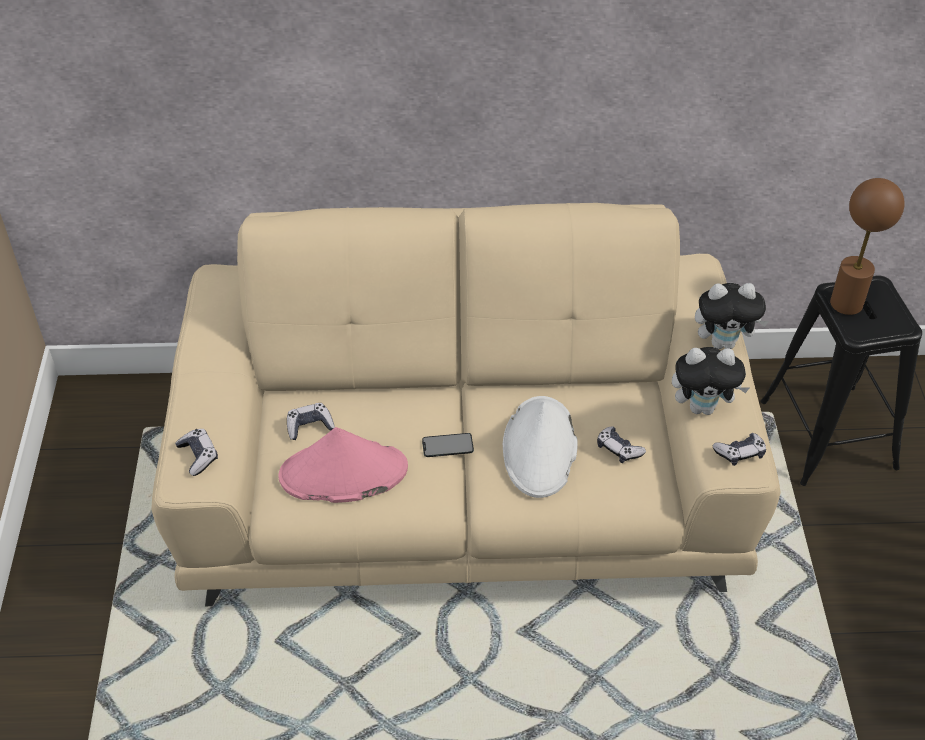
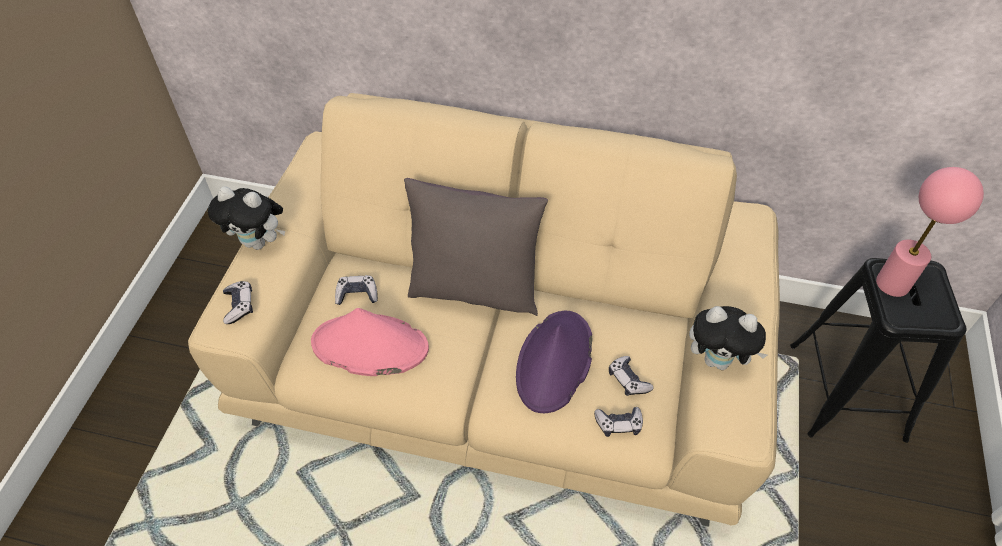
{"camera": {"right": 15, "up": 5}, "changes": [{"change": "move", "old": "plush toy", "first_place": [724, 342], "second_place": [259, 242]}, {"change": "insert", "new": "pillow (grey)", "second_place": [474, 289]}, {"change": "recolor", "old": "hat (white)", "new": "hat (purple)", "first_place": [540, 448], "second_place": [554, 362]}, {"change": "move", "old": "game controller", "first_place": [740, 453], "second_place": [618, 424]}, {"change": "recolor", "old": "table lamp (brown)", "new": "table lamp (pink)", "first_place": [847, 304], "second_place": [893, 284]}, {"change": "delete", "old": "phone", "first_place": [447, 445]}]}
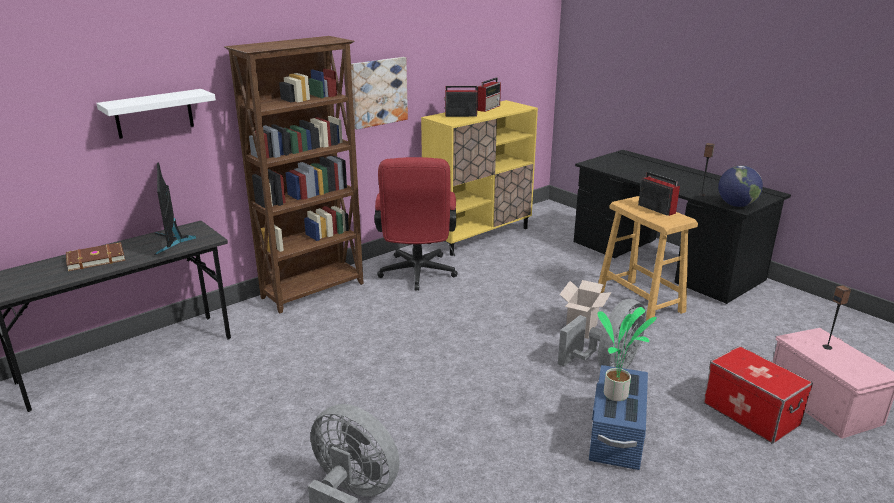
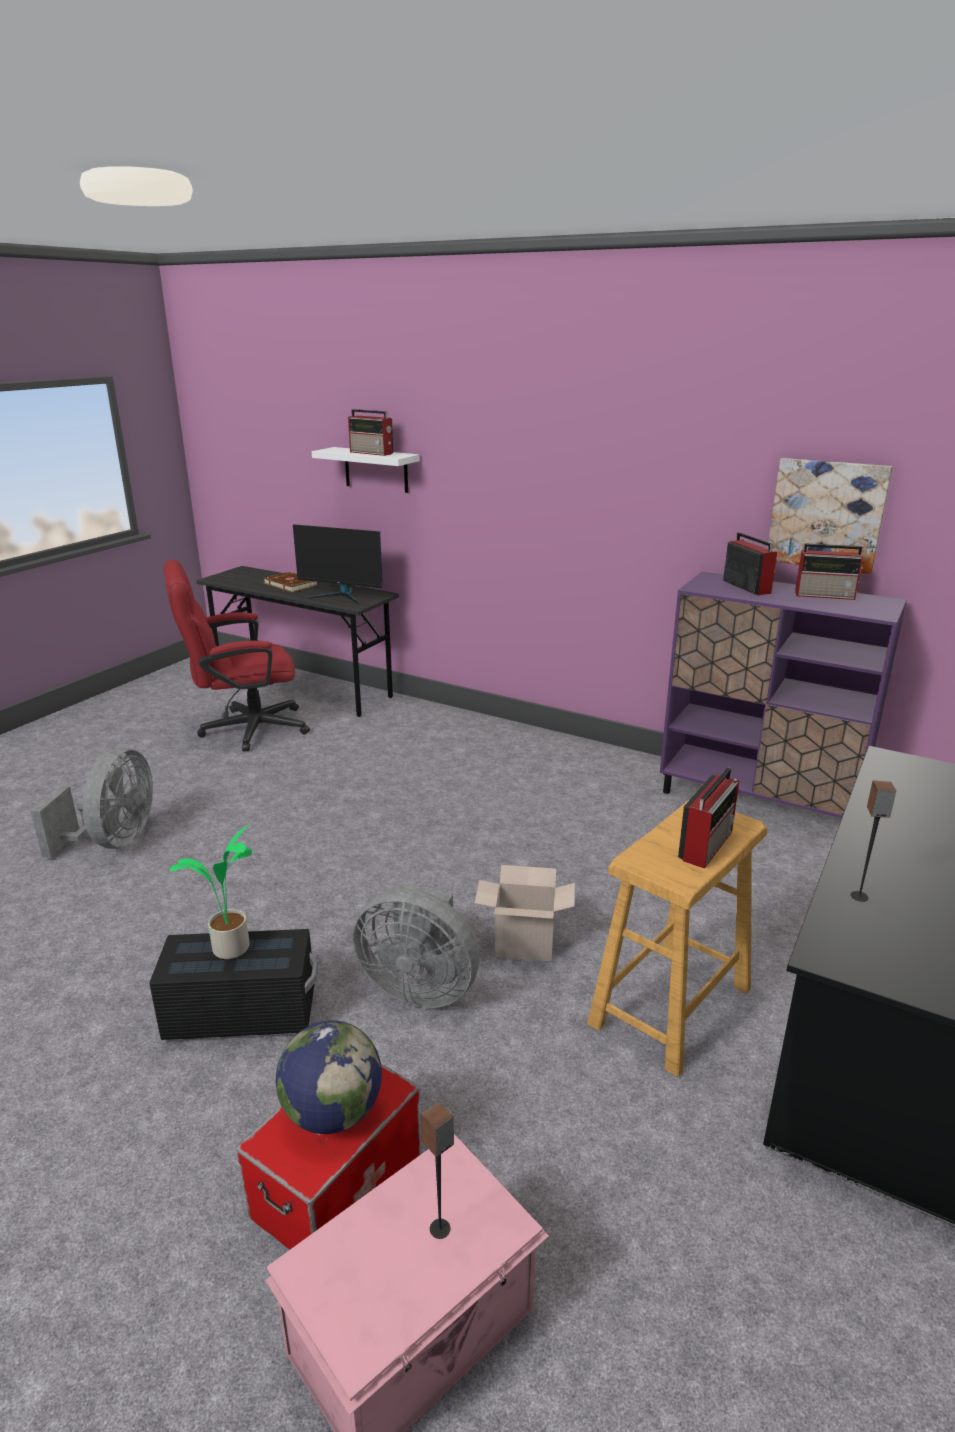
{"camera": {"right": 70, "up": 0}, "changes": [{"change": "recolor", "old": "storage box (blue)", "new": "storage box (black)", "first_place": [616, 436], "second_place": [240, 1013]}, {"change": "move", "old": "office chair (red)", "first_place": [417, 275], "second_place": [244, 729]}, {"change": "move", "old": "globe", "first_place": [736, 205], "second_place": [332, 1113]}, {"change": "rotate", "old": "monitor", "first_place": [172, 241], "second_place": [341, 596], "degrees": -120}, {"change": "insert", "new": "radio", "second_place": [372, 453]}, {"change": "recolor", "old": "cabinet (yellow)", "new": "cabinet (purple)", "first_place": [478, 235], "second_place": [759, 801]}, {"change": "move", "old": "picture", "first_place": [379, 92], "second_place": [826, 514]}, {"change": "delete", "old": "bookcase (brown)", "first_place": [314, 291]}]}
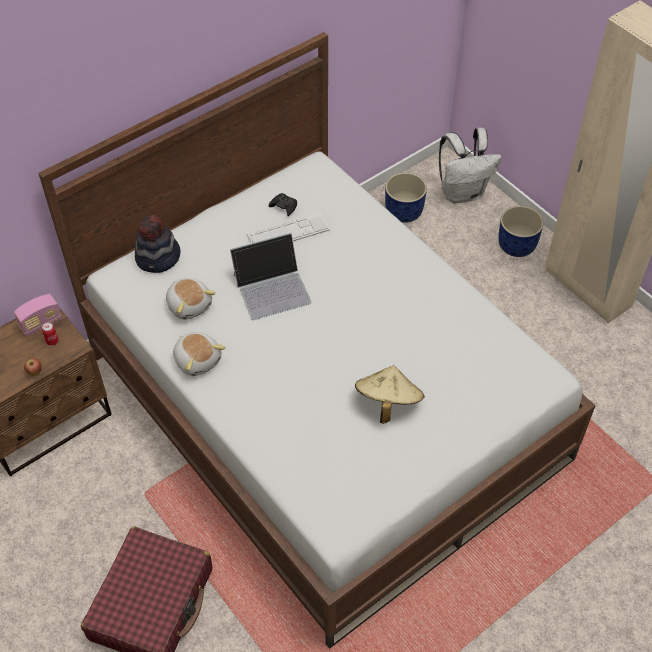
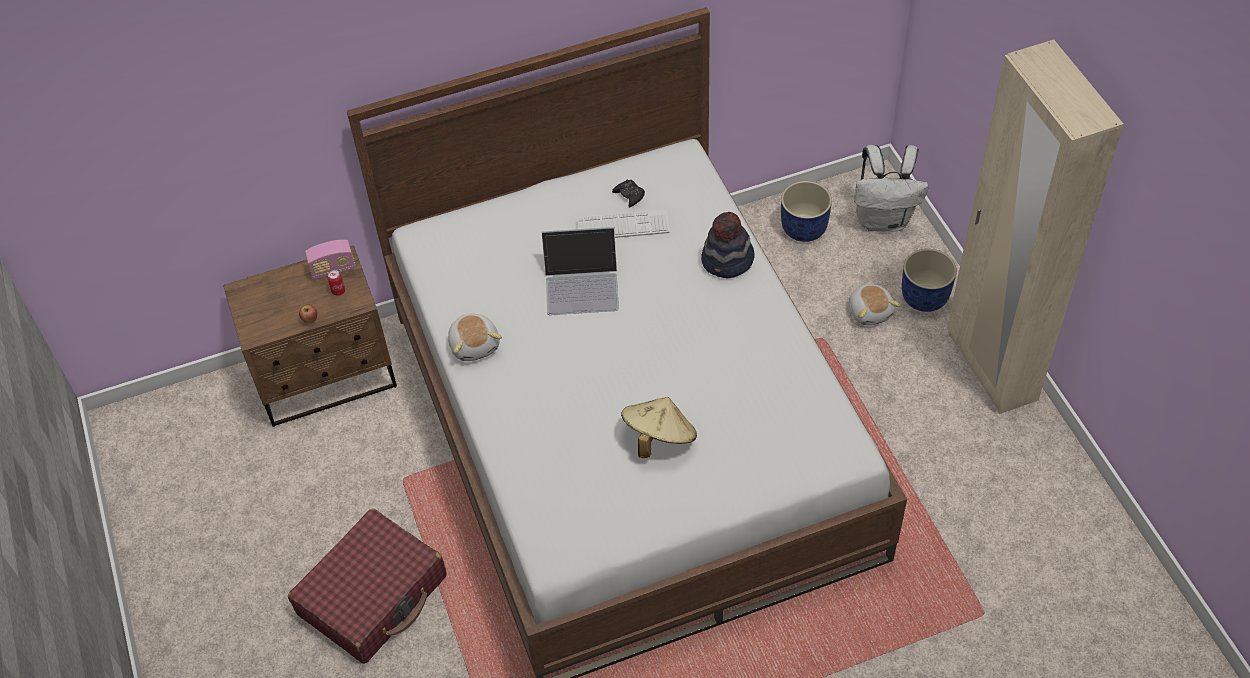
{"camera": {"right": 20, "up": 0}, "changes": [{"change": "move", "old": "hat", "first_place": [158, 258], "second_place": [727, 261]}, {"change": "move", "old": "plush toy", "first_place": [189, 305], "second_place": [870, 311]}]}
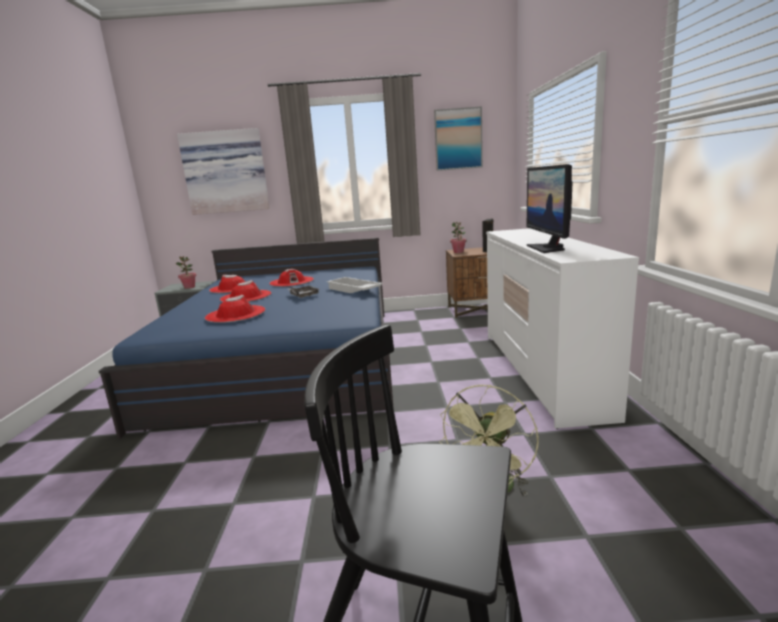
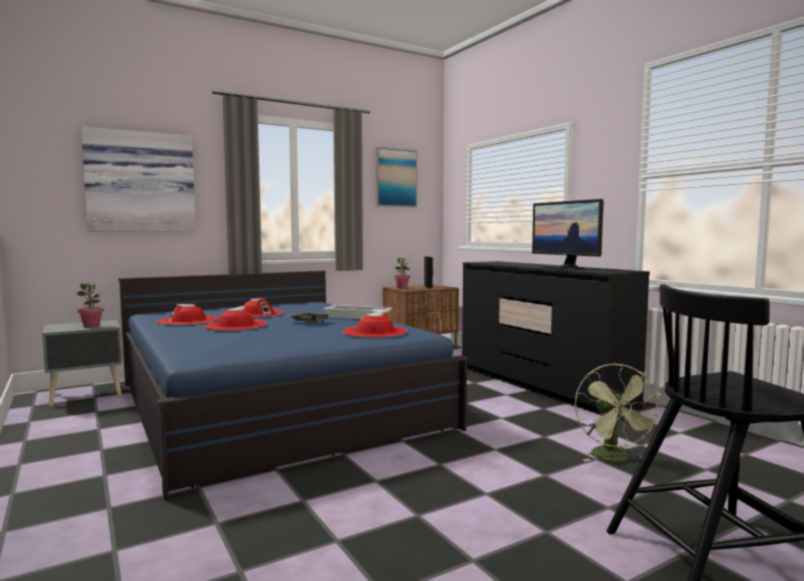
{"camera": {"right": -30, "up": -10}, "changes": [{"change": "move", "old": "hat (red)", "first_place": [235, 314], "second_place": [374, 332]}, {"change": "recolor", "old": "dresser (white)", "new": "dresser (black)", "first_place": [541, 372], "second_place": [541, 386]}]}
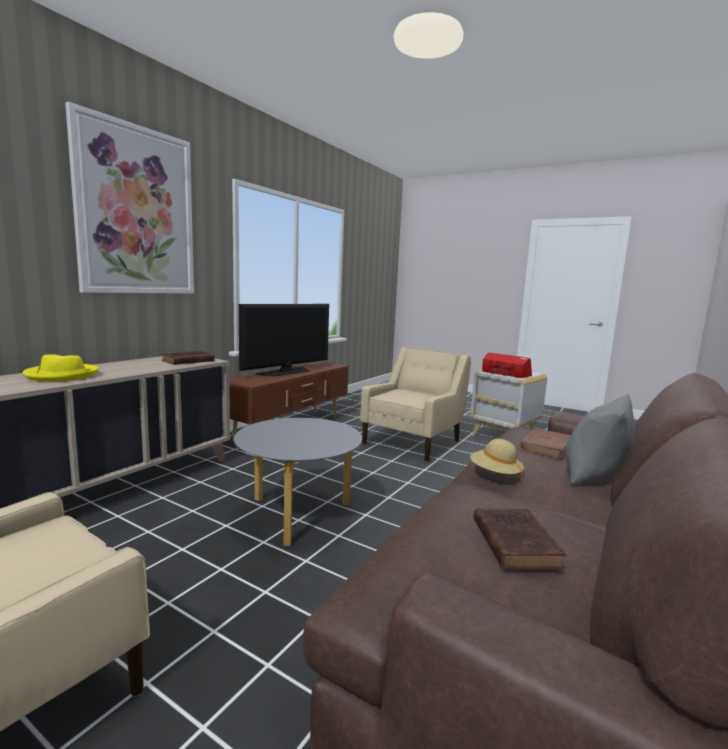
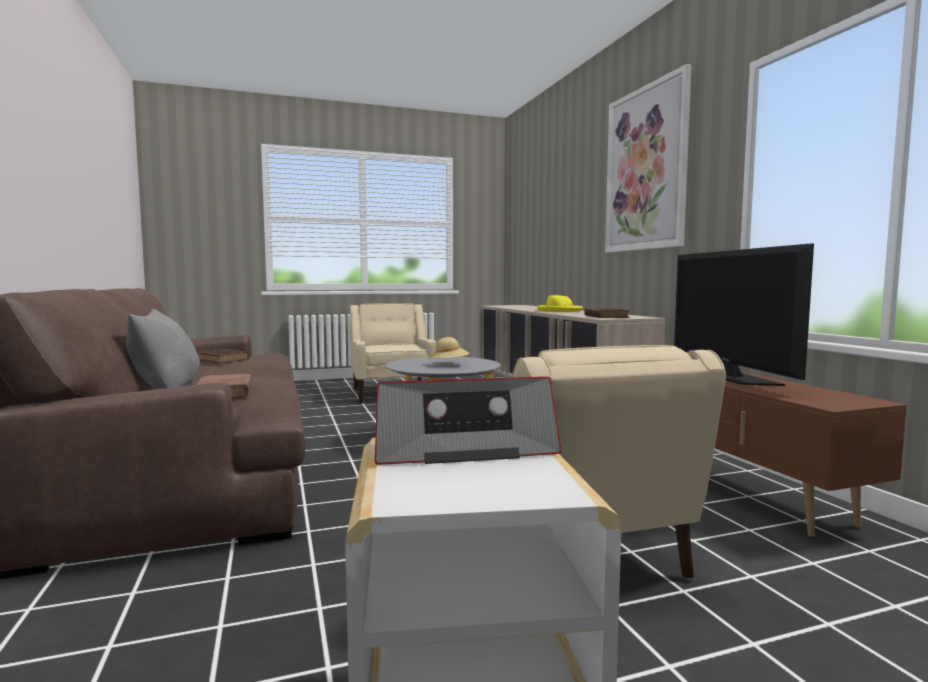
{"camera": {"right": 130, "up": -5}, "changes": [{"change": "move", "old": "hat (beige)", "first_place": [495, 474], "second_place": [449, 365]}]}
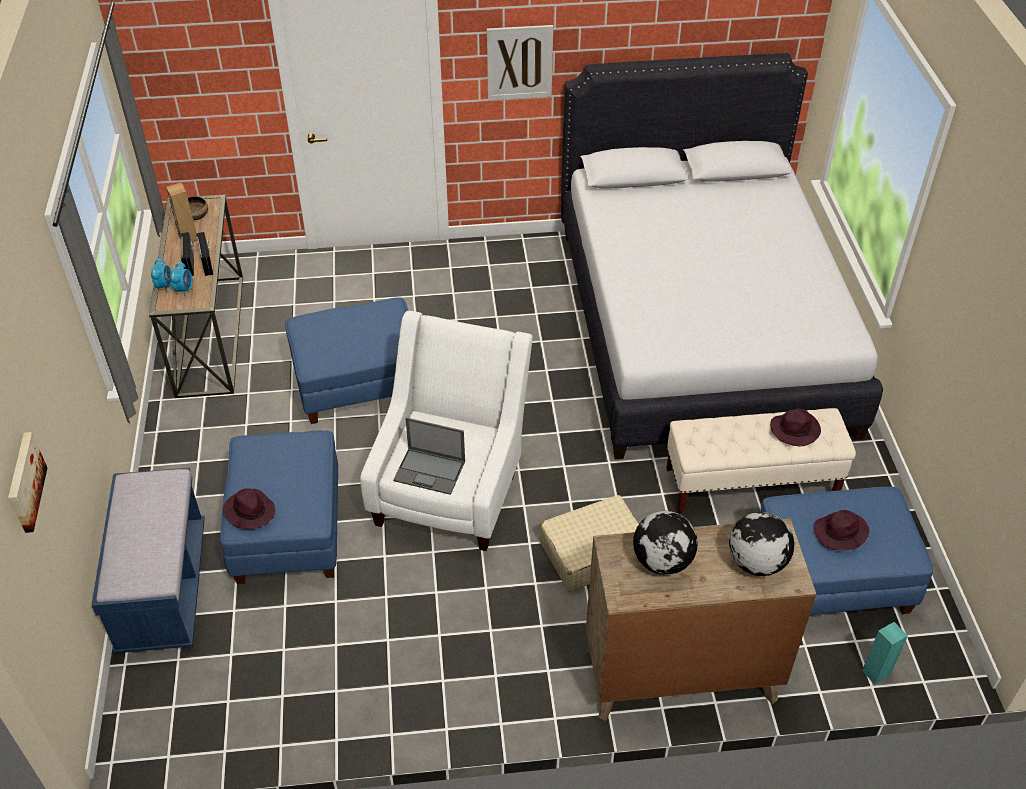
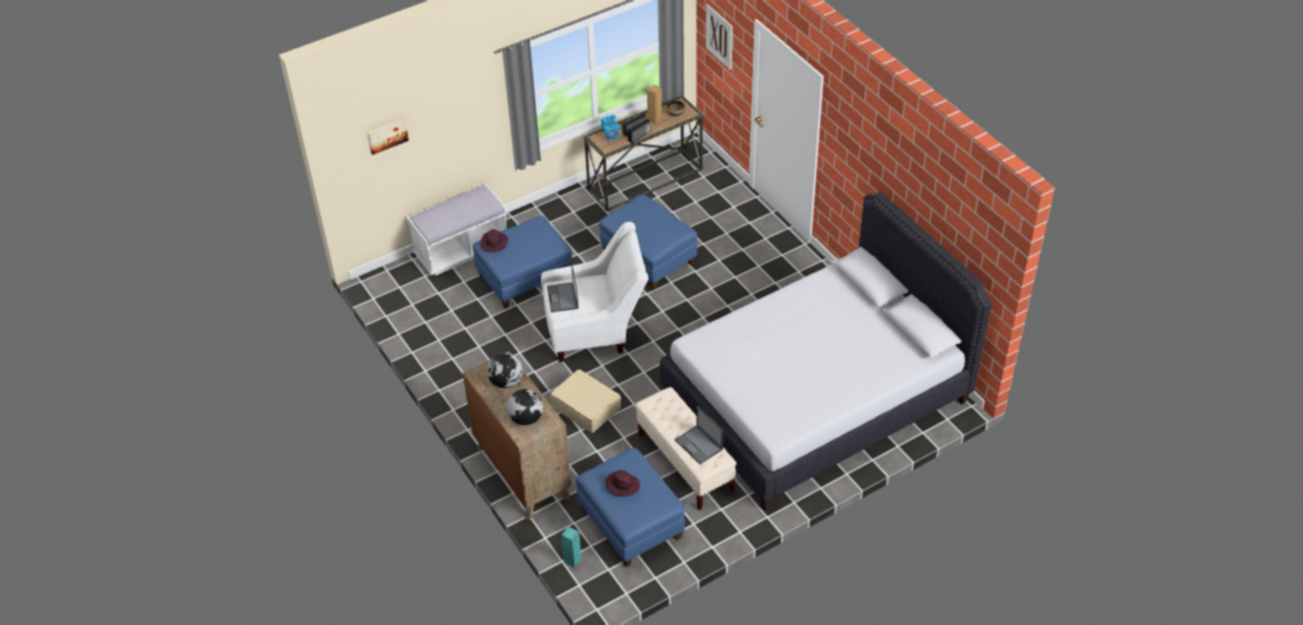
{"camera": {"right": 65, "up": 0}, "changes": [{"change": "recolor", "old": "bench (blue)", "new": "bench (white)", "first_place": [163, 588], "second_place": [462, 250]}, {"change": "replace", "old": "hat (purple)", "new": "laptop", "first_place": [795, 429], "second_place": [699, 445]}, {"change": "move", "old": "picture", "first_place": [519, 62], "second_place": [719, 36]}]}
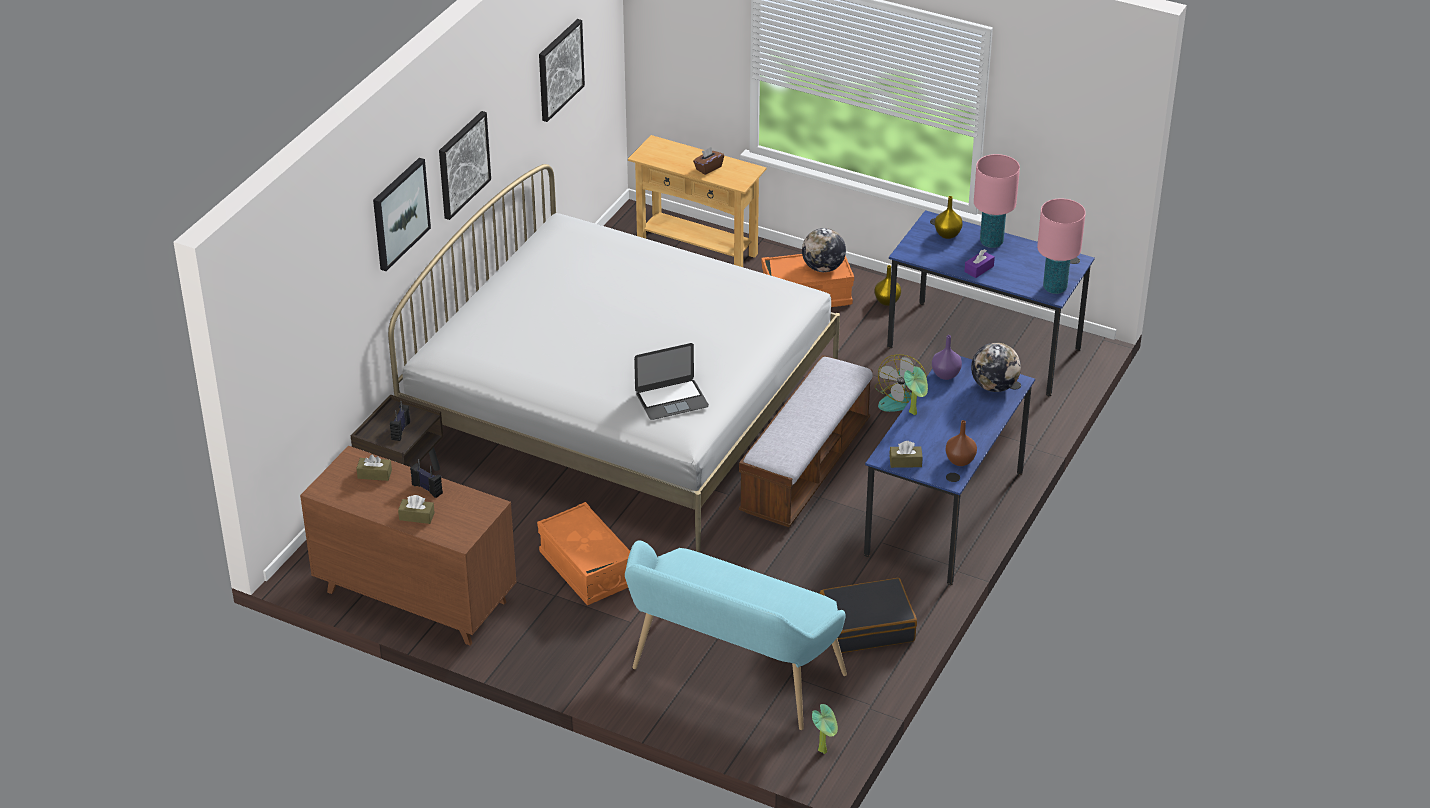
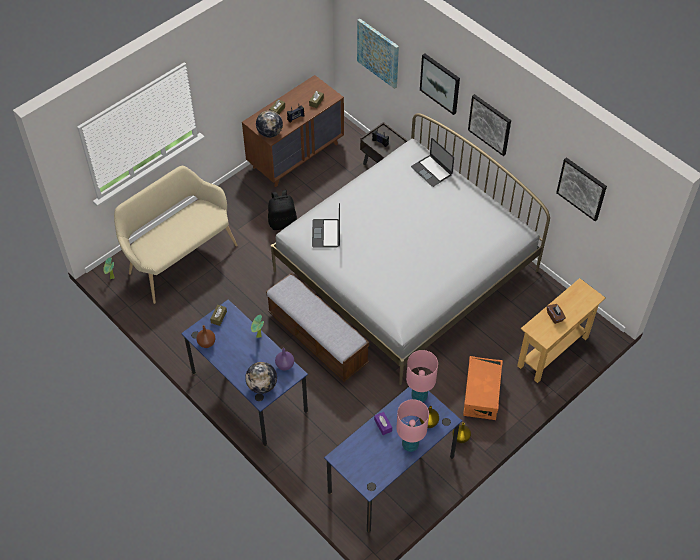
{"camera": {"right": 110, "up": 15}, "changes": [{"change": "recolor", "old": "bench (turquoise)", "new": "bench (beige)", "first_place": [731, 676], "second_place": [179, 257]}, {"change": "move", "old": "globe", "first_place": [823, 268], "second_place": [270, 133]}, {"change": "replace", "old": "storage box (orange)", "new": "backpack (black)", "first_place": [586, 569], "second_place": [283, 222]}, {"change": "insert", "new": "picture", "second_place": [378, 53]}, {"change": "move", "old": "table lamp (pink)", "first_place": [1055, 288], "second_place": [419, 396]}, {"change": "insert", "new": "laptop", "second_place": [431, 171]}, {"change": "delete", "old": "suitcase (black)", "first_place": [866, 626]}, {"change": "delete", "old": "fan", "first_place": [900, 398]}]}
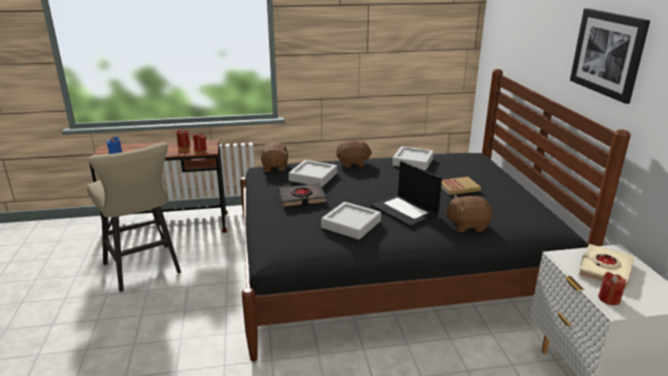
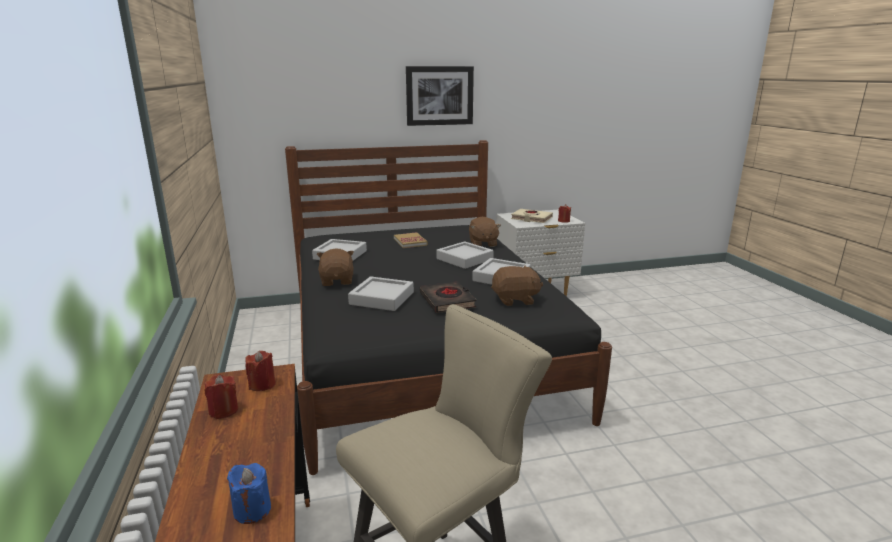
{"camera": {"right": -95, "up": -5}, "changes": [{"change": "replace", "old": "laptop", "new": "tray (grey)", "first_place": [405, 210], "second_place": [464, 259]}, {"change": "move", "old": "plush toy (brown)", "first_place": [274, 167], "second_place": [515, 300]}]}
